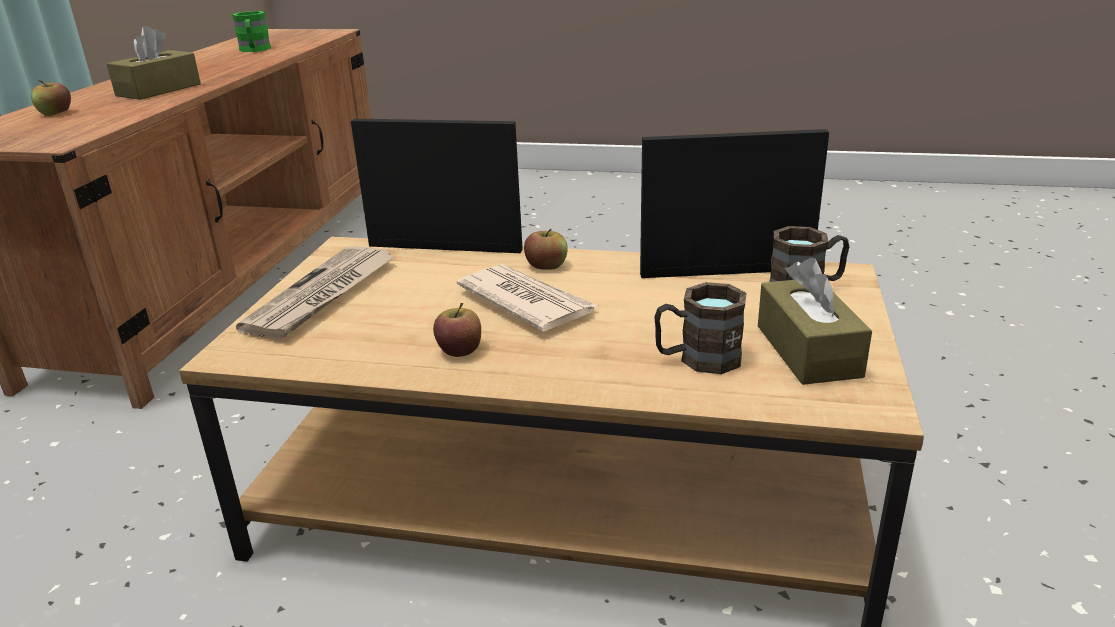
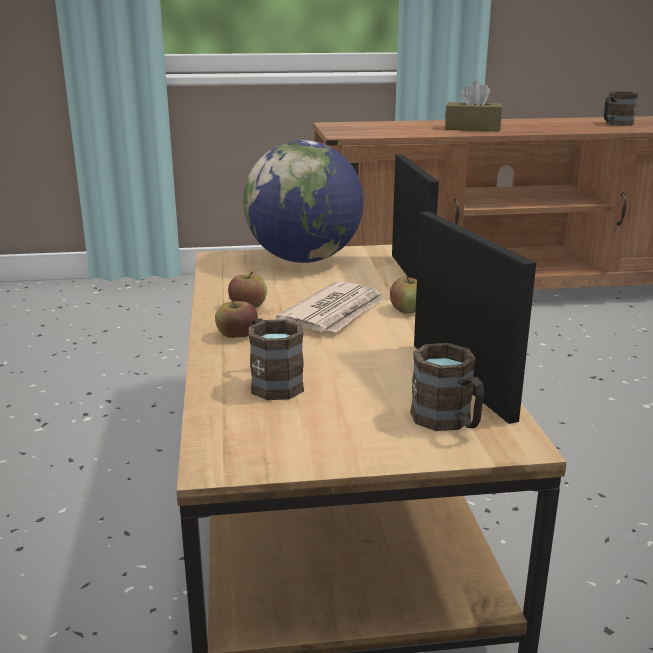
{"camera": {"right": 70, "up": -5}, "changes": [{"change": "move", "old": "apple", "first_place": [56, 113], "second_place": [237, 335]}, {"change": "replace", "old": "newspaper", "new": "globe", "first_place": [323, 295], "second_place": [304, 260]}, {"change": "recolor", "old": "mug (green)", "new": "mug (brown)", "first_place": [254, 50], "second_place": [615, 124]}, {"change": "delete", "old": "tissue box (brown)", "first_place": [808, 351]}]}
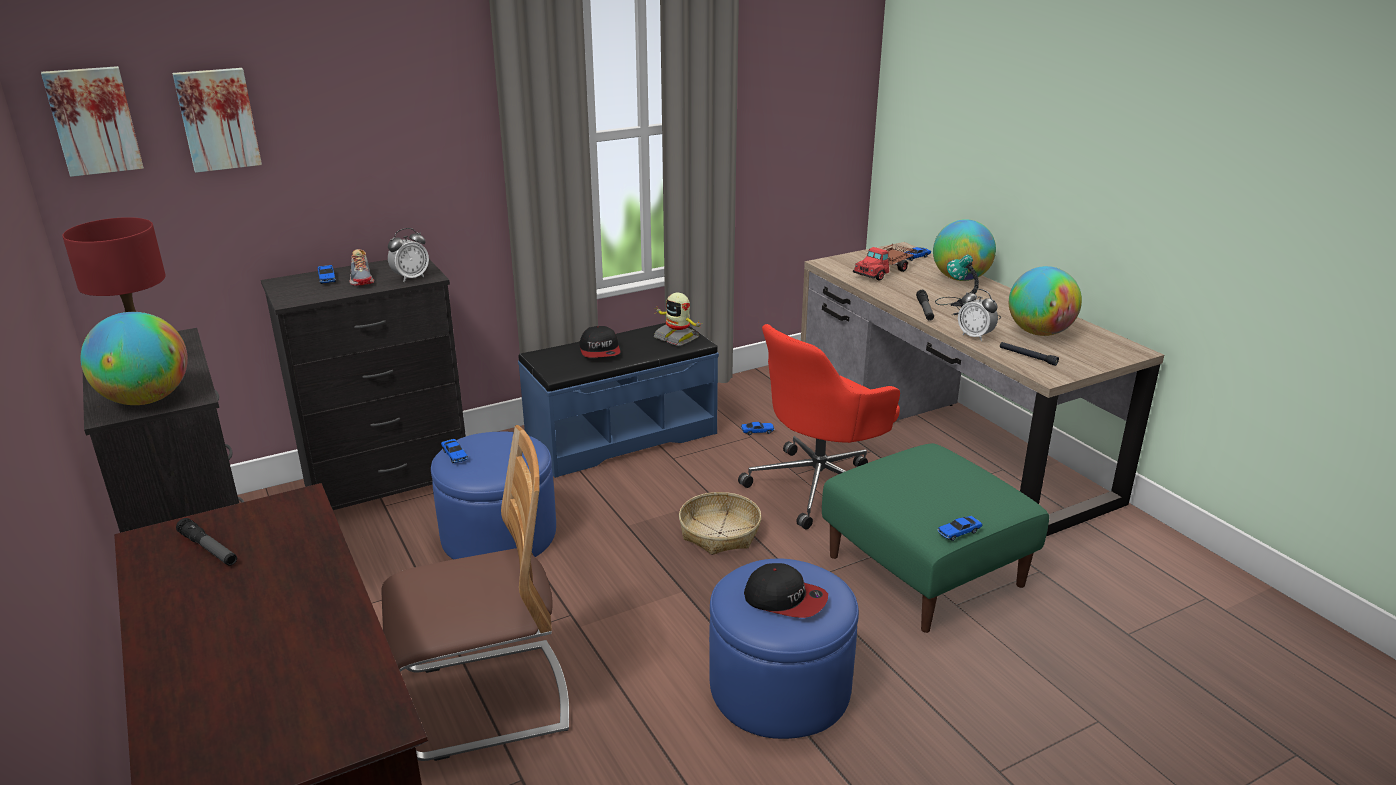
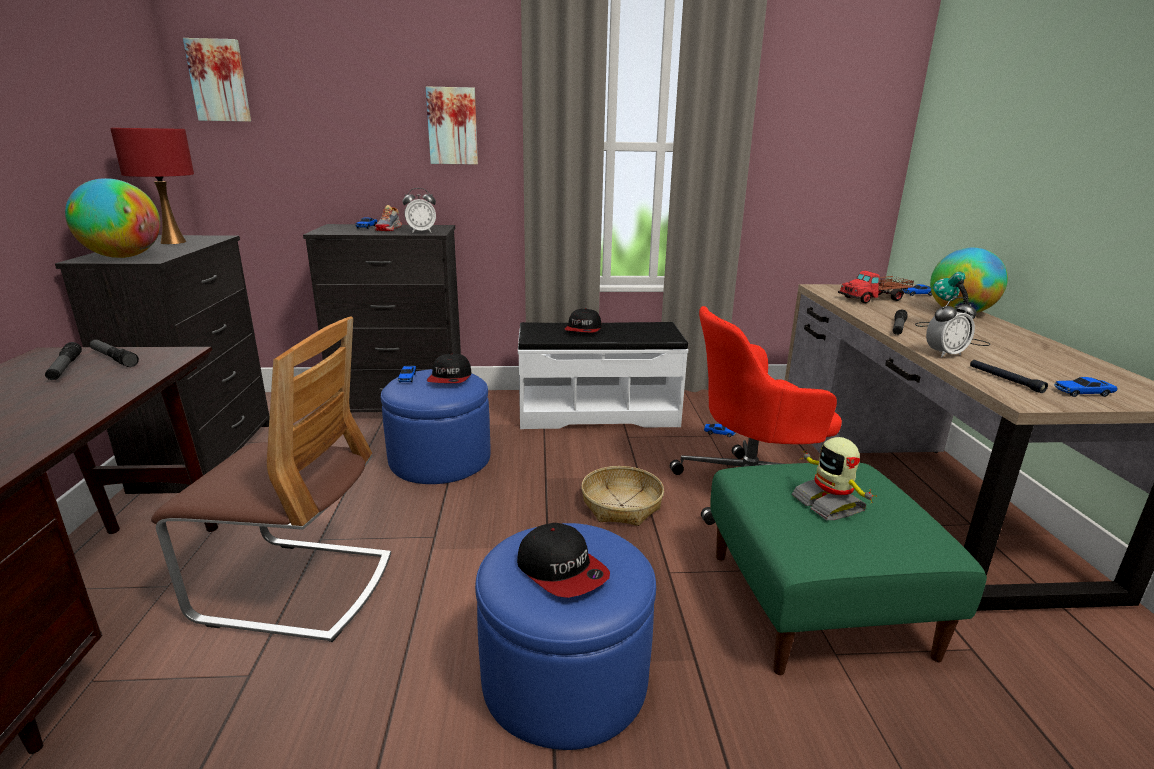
{"camera": {"right": 25, "up": -5}, "changes": [{"change": "insert", "new": "flashlight", "second_place": [113, 358]}, {"change": "move", "old": "picture", "first_place": [217, 119], "second_place": [452, 126]}, {"change": "insert", "new": "cap", "second_place": [450, 378]}, {"change": "recolor", "old": "bench (blue)", "new": "bench (white)", "first_place": [621, 437], "second_place": [597, 413]}, {"change": "move", "old": "toy robot", "first_place": [677, 338], "second_place": [829, 504]}, {"change": "rotate", "old": "alarm clock", "first_place": [975, 336], "second_place": [944, 354], "degrees": -90}, {"change": "move", "old": "toy car", "first_place": [958, 532], "second_place": [1082, 393]}, {"change": "delete", "old": "globe", "first_place": [1039, 333]}]}
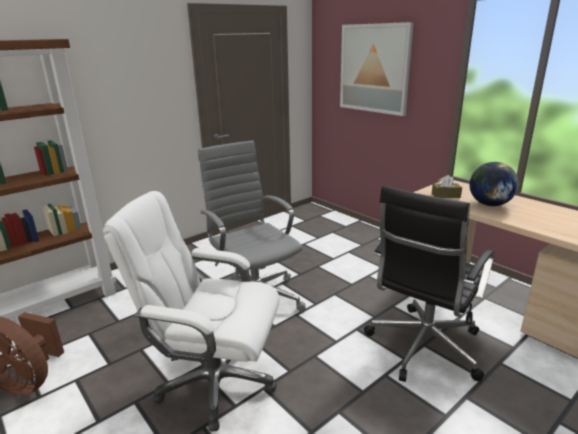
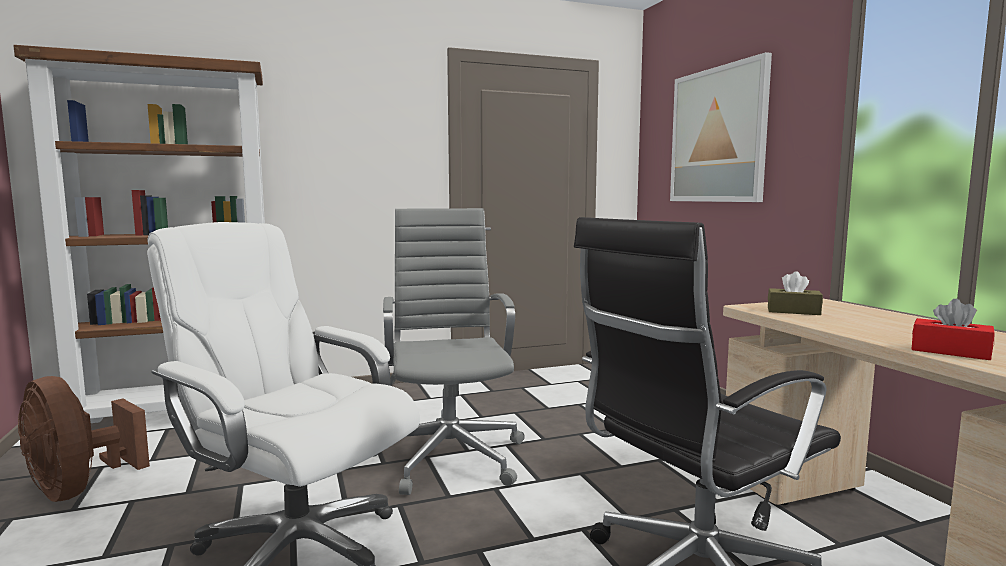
{"camera": {"right": 20, "up": -15}, "changes": [{"change": "insert", "new": "tissue box (red)", "second_place": [950, 351]}, {"change": "delete", "old": "globe", "first_place": [489, 204]}]}
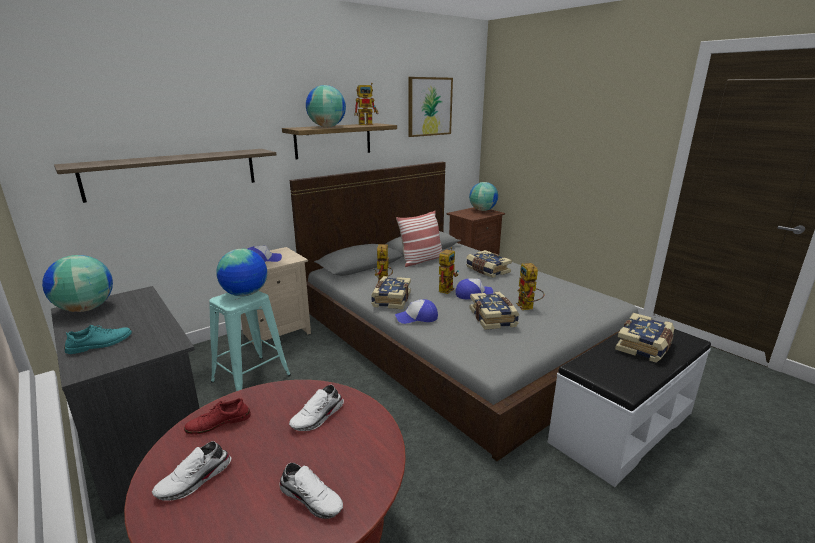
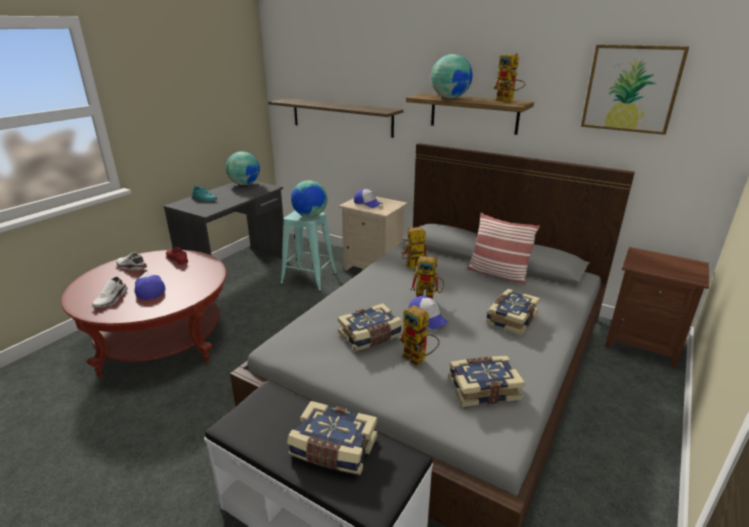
{"camera": {"right": 70, "up": 5}, "changes": [{"change": "move", "old": "cap", "first_place": [417, 318], "second_place": [149, 290]}, {"change": "rotate", "old": "toy robot", "first_place": [528, 308], "second_place": [419, 359], "degrees": -105}, {"change": "move", "old": "book", "first_place": [390, 300], "second_place": [483, 388]}, {"change": "delete", "old": "shoe (white)", "first_place": [318, 417]}, {"change": "delete", "old": "globe", "first_place": [482, 210]}]}
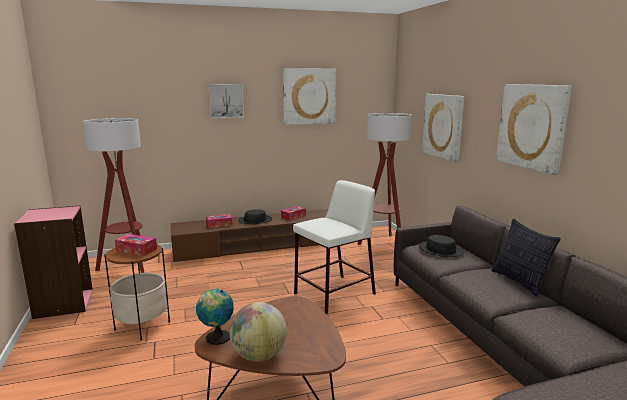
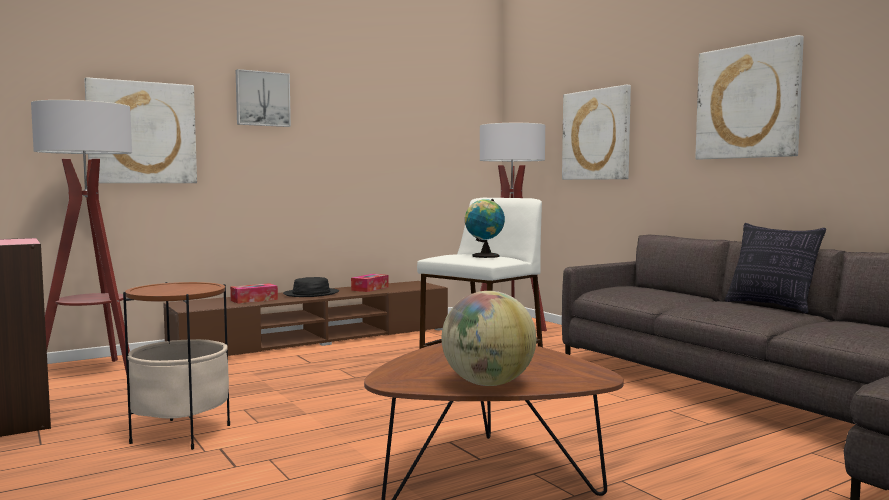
{"camera": {"right": -15, "up": -10}, "changes": [{"change": "move", "old": "picture", "first_place": [308, 96], "second_place": [142, 133]}, {"change": "move", "old": "globe", "first_place": [216, 338], "second_place": [484, 256]}, {"change": "delete", "old": "tissue box", "first_place": [136, 250]}, {"change": "delete", "old": "hat (black)", "first_place": [440, 250]}]}
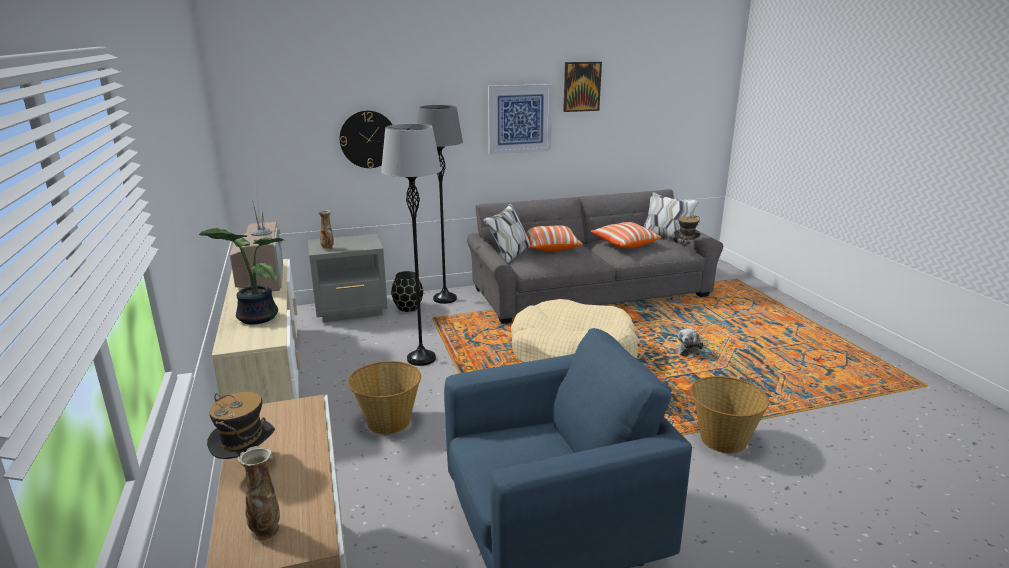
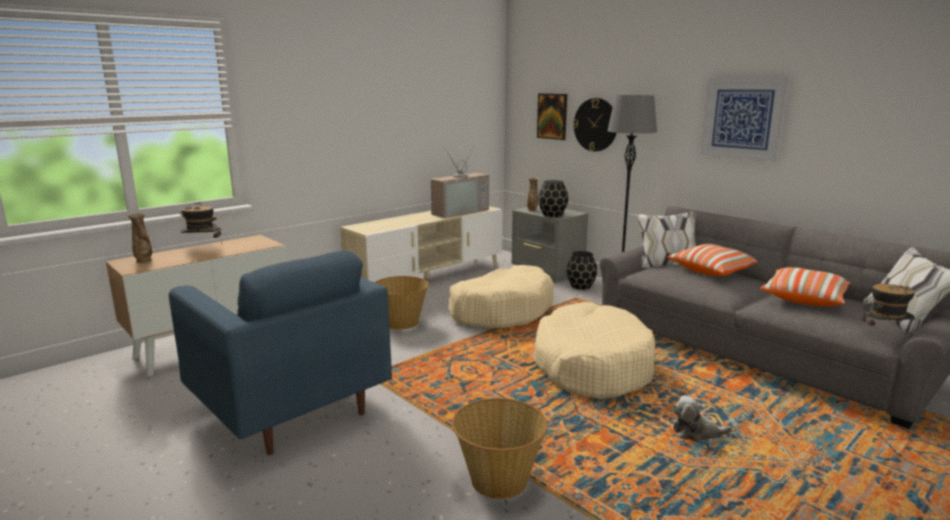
{"camera": {"right": 65, "up": -5}, "changes": [{"change": "replace", "old": "floor lamp (grey)", "new": "dog bed (beige)", "first_place": [421, 358], "second_place": [501, 310]}, {"change": "move", "old": "picture", "first_place": [581, 86], "second_place": [552, 116]}, {"change": "insert", "new": "vase (black)", "second_place": [552, 215]}, {"change": "delete", "old": "potted plant", "first_place": [255, 318]}]}
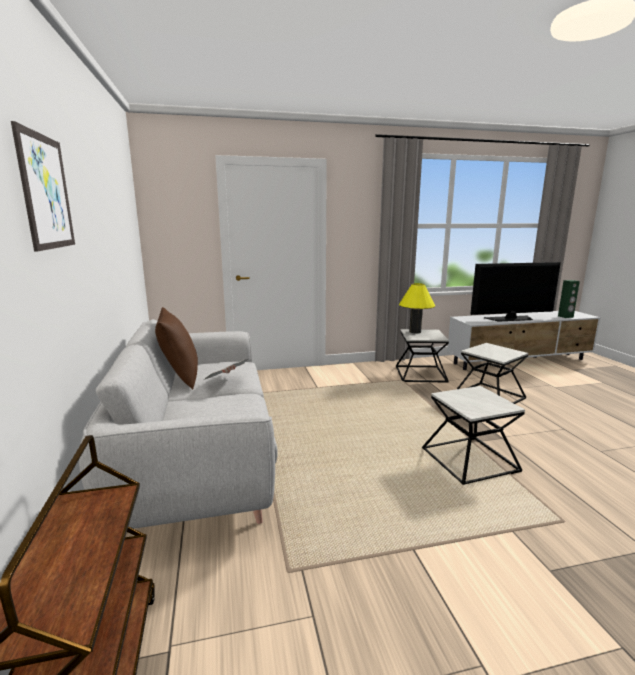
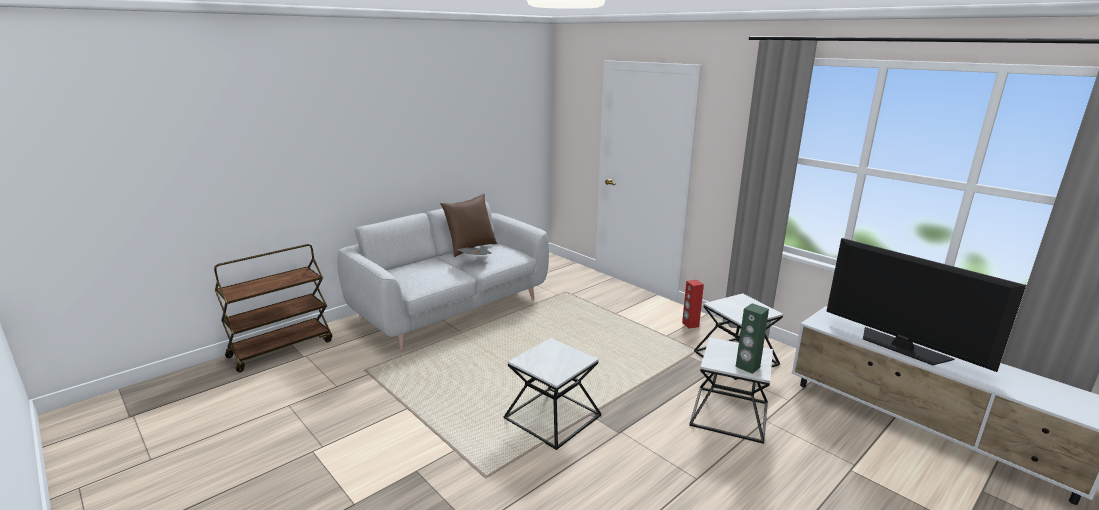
{"camera": {"right": 60, "up": 5}, "changes": [{"change": "insert", "new": "speaker (red)", "second_place": [690, 324]}, {"change": "move", "old": "speaker (green)", "first_place": [565, 316], "second_place": [747, 367]}, {"change": "delete", "old": "picture", "first_place": [46, 192]}, {"change": "delete", "old": "table lamp (yellow)", "first_place": [415, 332]}]}
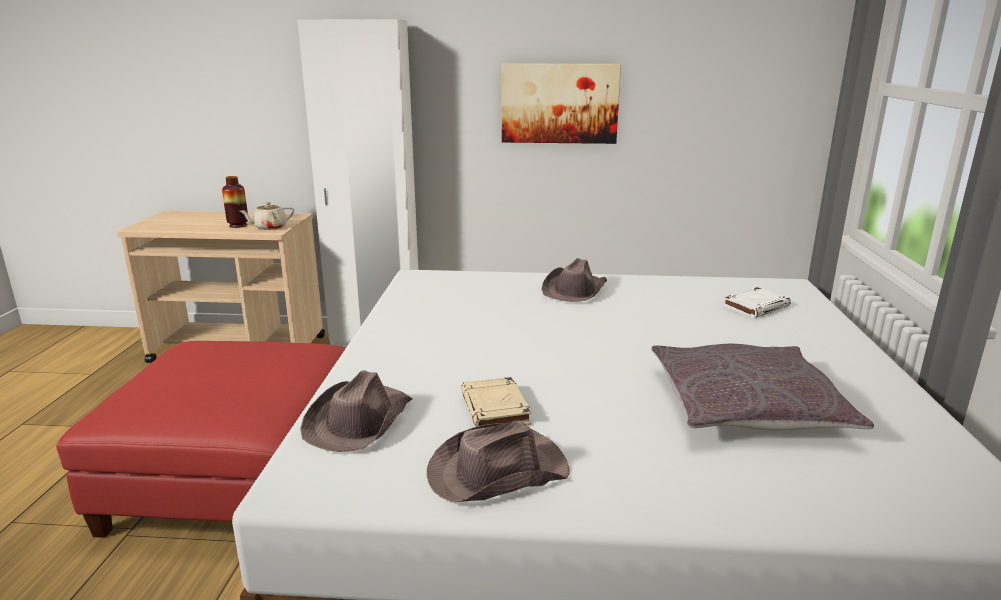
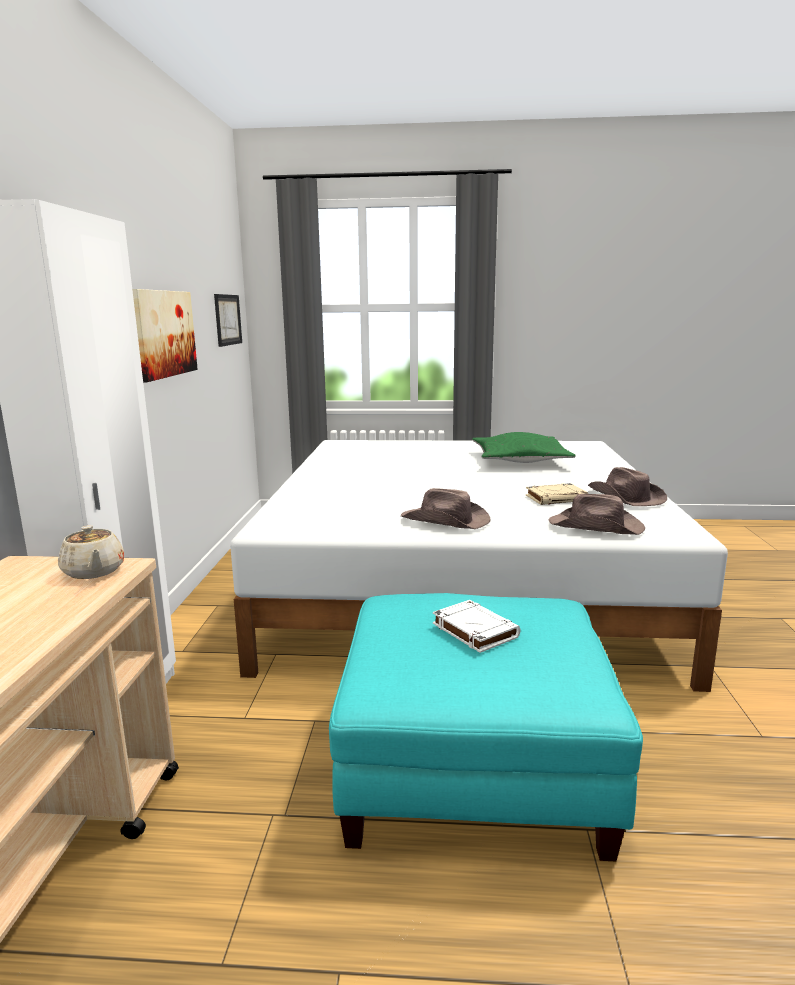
{"camera": {"right": -90, "up": -5}, "changes": [{"change": "insert", "new": "picture", "second_place": [227, 319]}, {"change": "recolor", "old": "ottoman (red)", "new": "ottoman (turquoise)", "first_place": [240, 479], "second_place": [474, 763]}, {"change": "move", "old": "hat (brown)", "first_place": [574, 290], "second_place": [446, 520]}, {"change": "move", "old": "book (white)", "first_place": [755, 307], "second_place": [474, 630]}, {"change": "recolor", "old": "pillow (grey)", "new": "pillow (green)", "first_place": [746, 405], "second_place": [519, 460]}, {"change": "delete", "old": "vase", "first_place": [238, 225]}]}
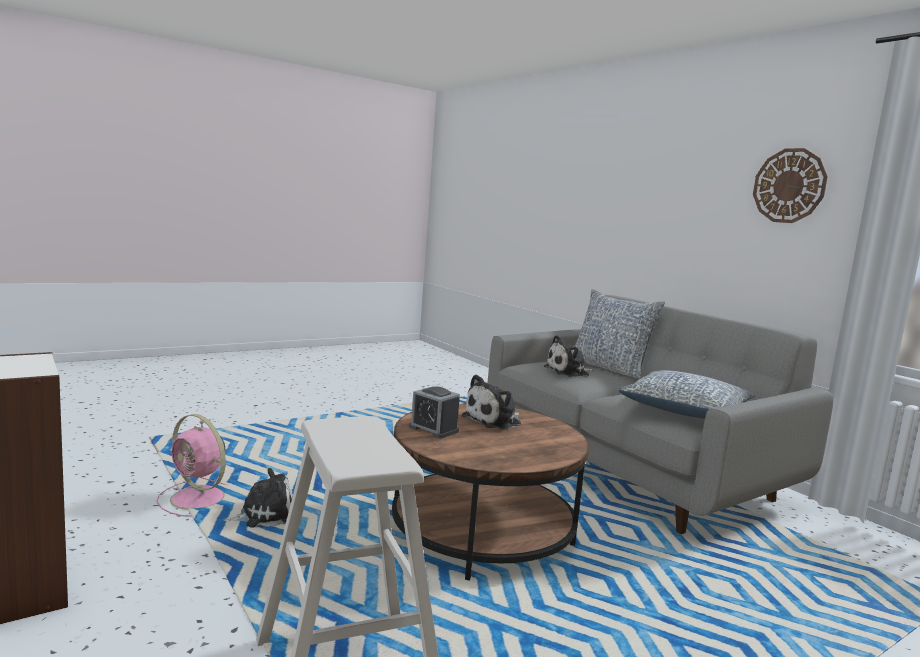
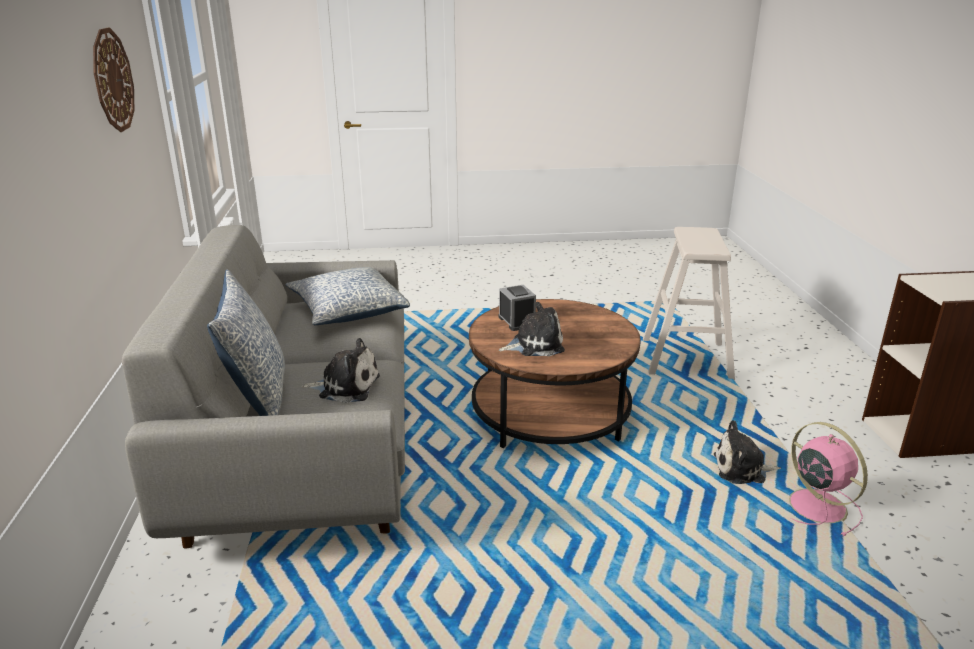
{"camera": {"right": -150, "up": 15}, "changes": [{"change": "move", "old": "alarm clock", "first_place": [433, 429], "second_place": [516, 321]}]}
